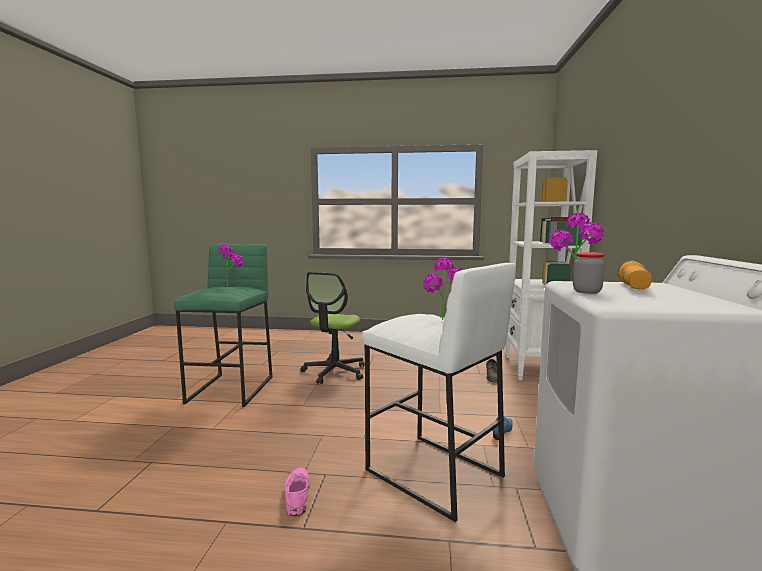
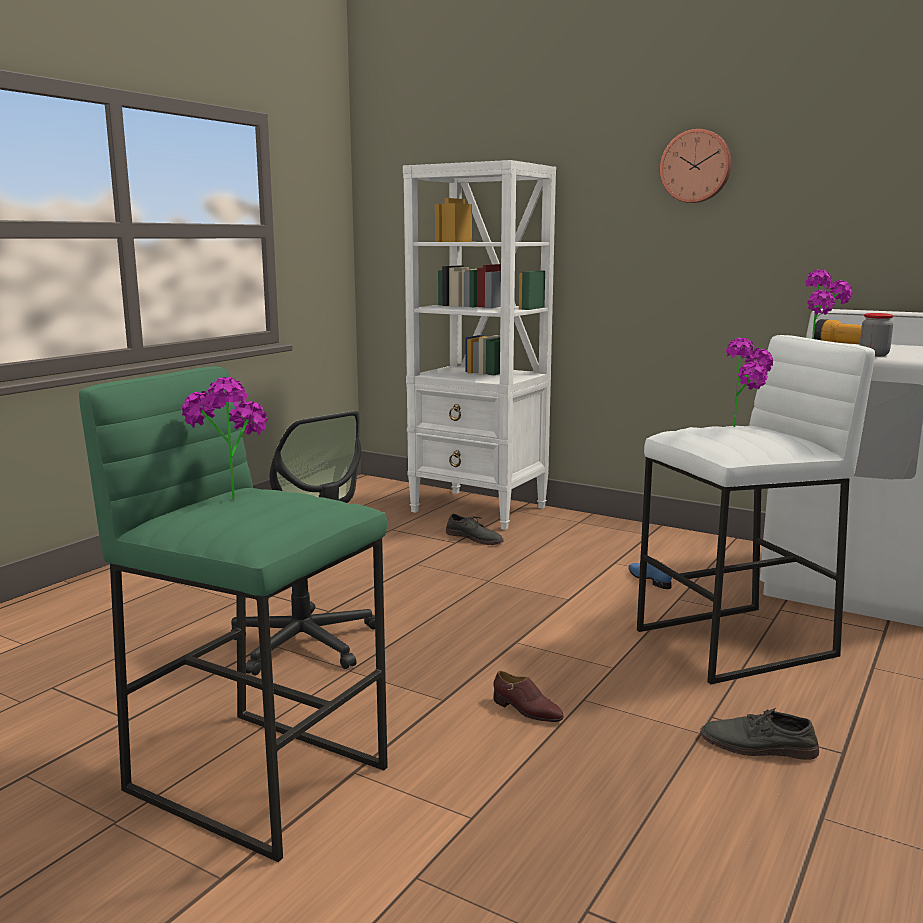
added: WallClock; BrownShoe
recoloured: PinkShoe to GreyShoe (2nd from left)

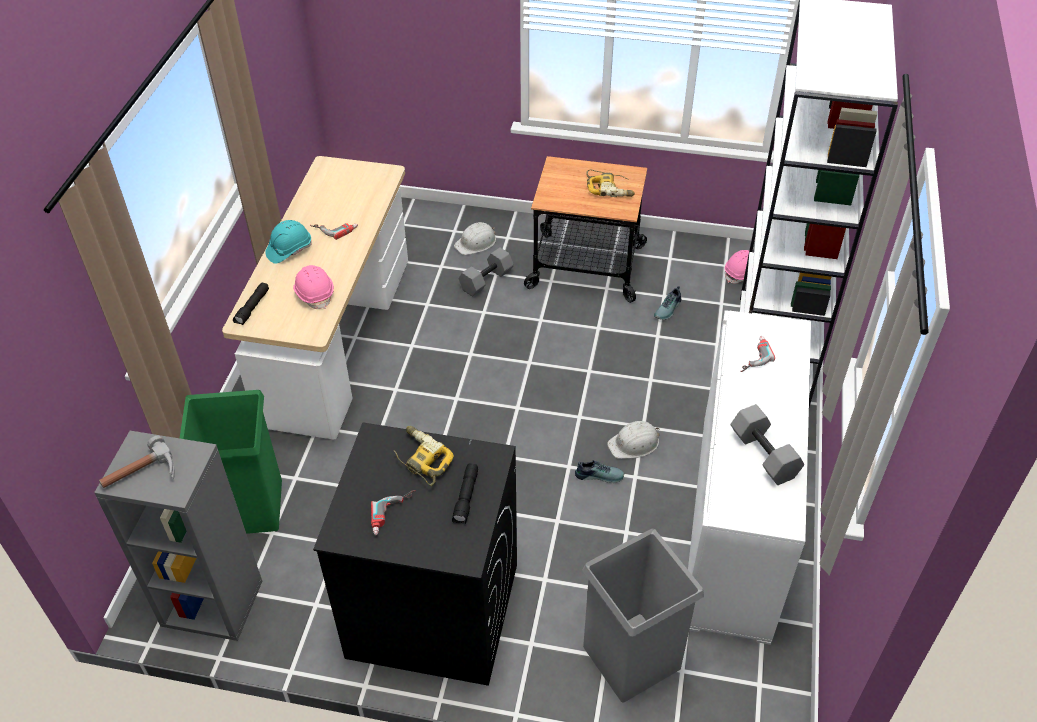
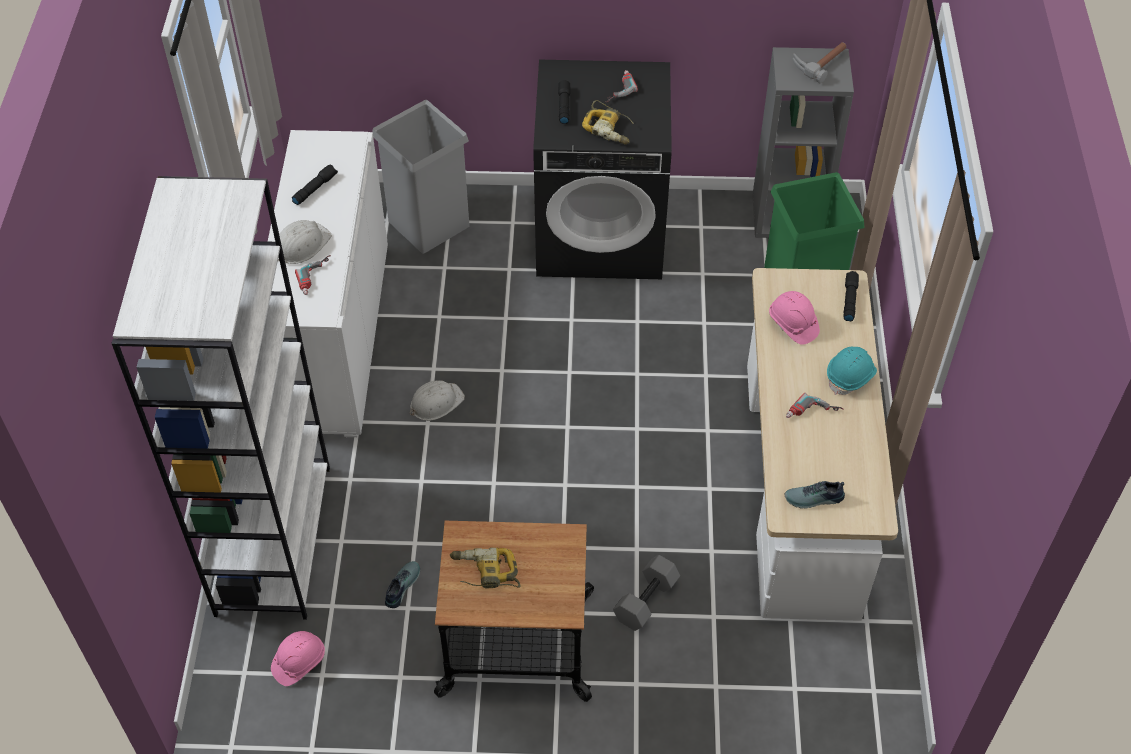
moved: WhiteHardHat (1st from left); Shoe (1st from left in the first image) to Shoe (2nd from left)
replaced: GreyDumbbell (2nd from left) to BlackFlashlight (1st from left)

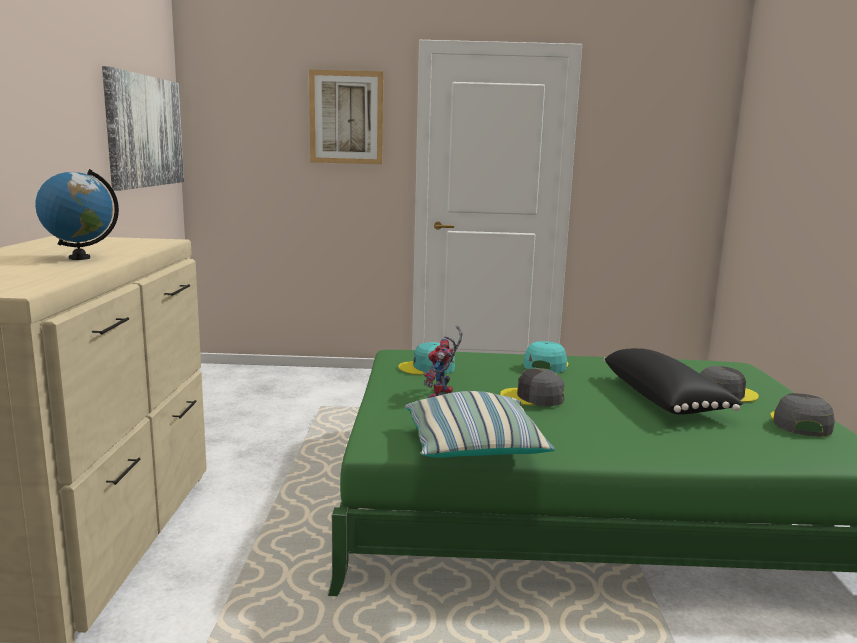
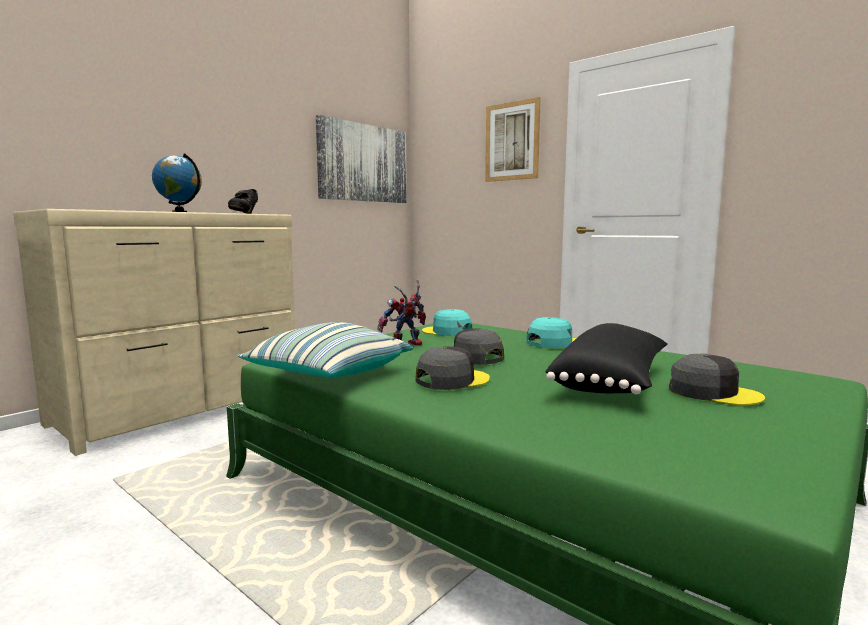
added: BlackShoe
moved: GreyCap (3rd from left in the first image) to GreyCap (1st from left)

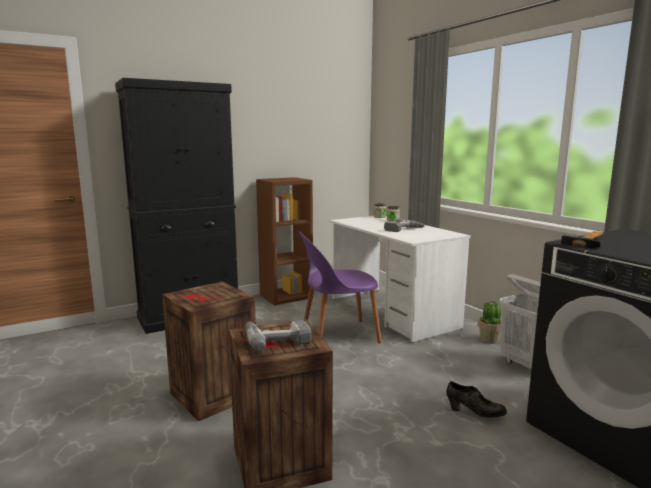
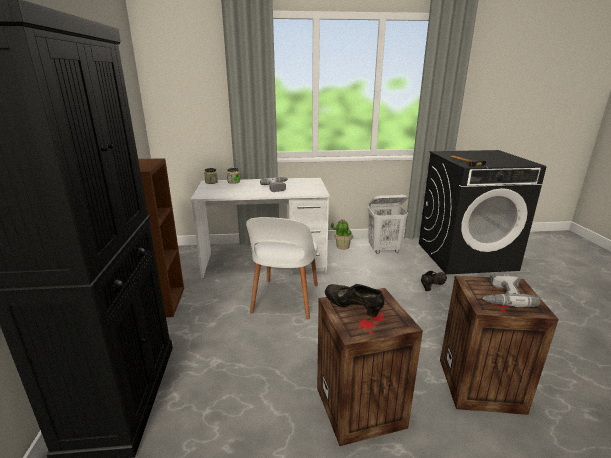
added: BlackShoe (1st from left)
recoloured: PurpleChair to WhiteChair

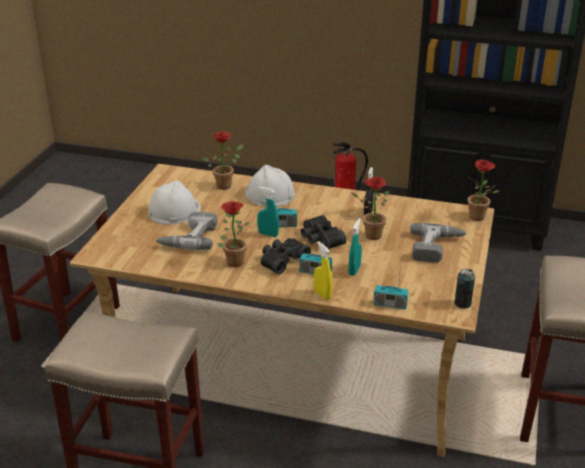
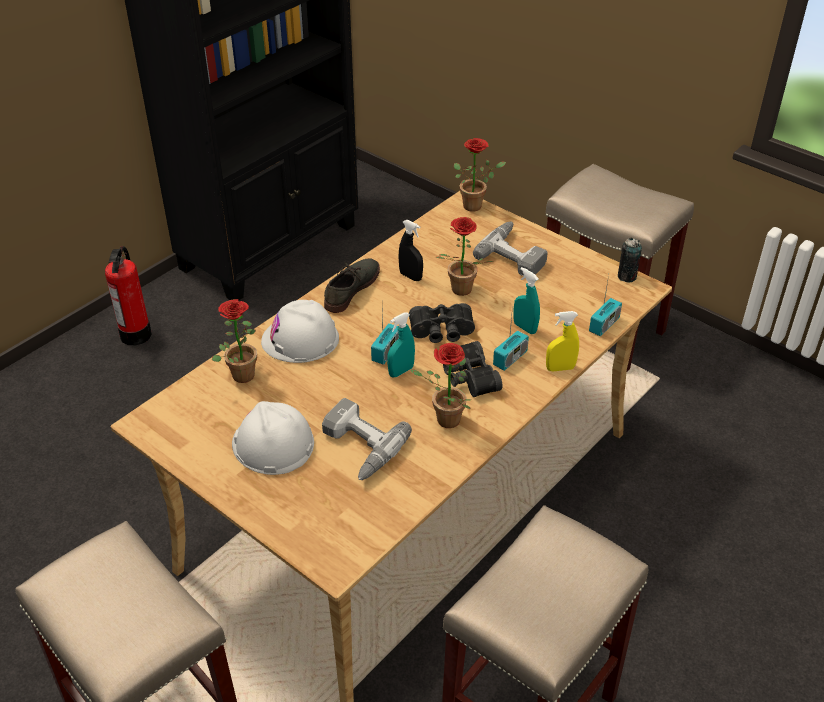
added: GreyShoe

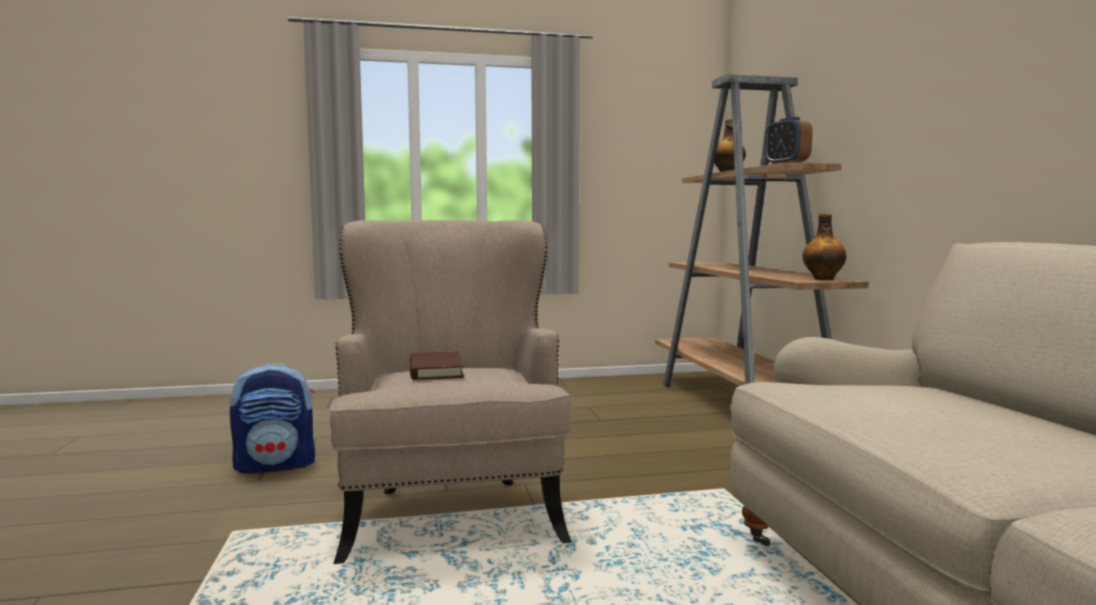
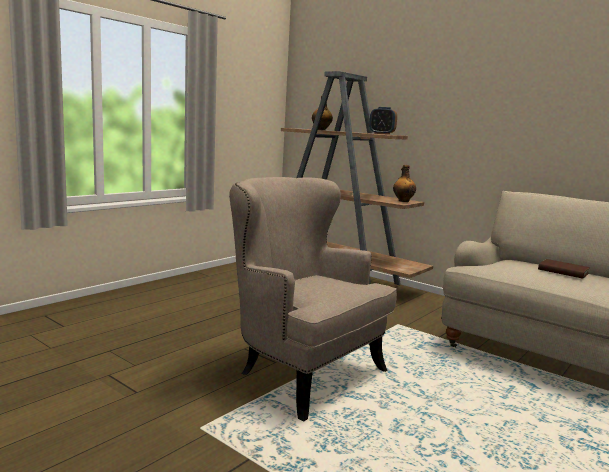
removed: Backpack
moved: BrownBook

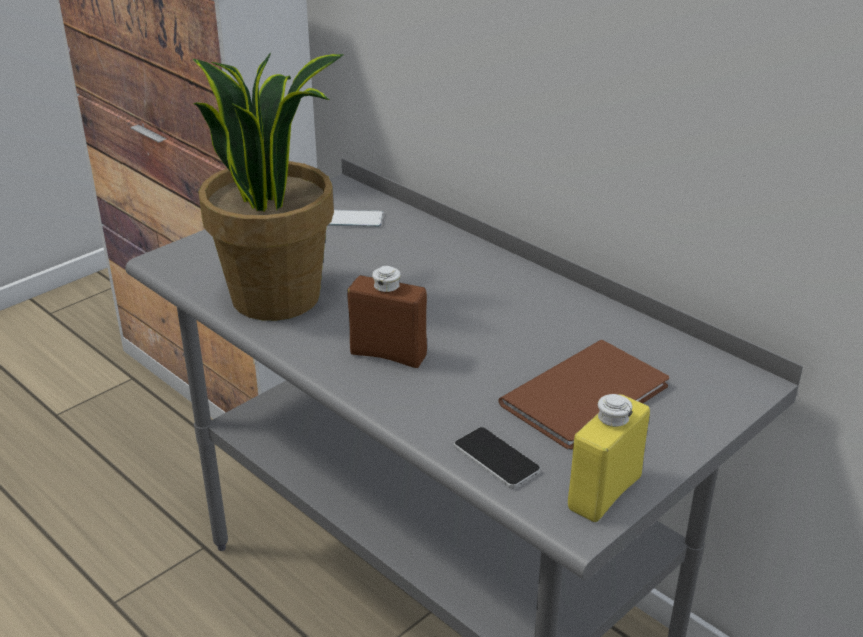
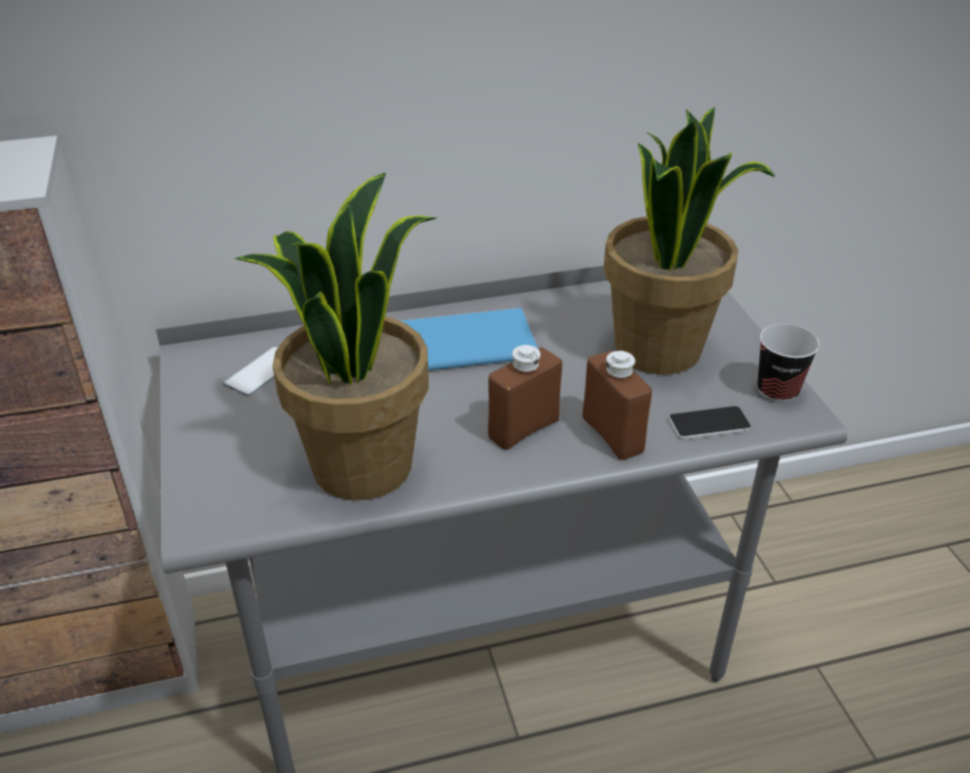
added: BlueBook; BrownBottle (2nd from left)
replaced: BrownBook to PottedPlant (2nd from left); YellowBottle to Cup

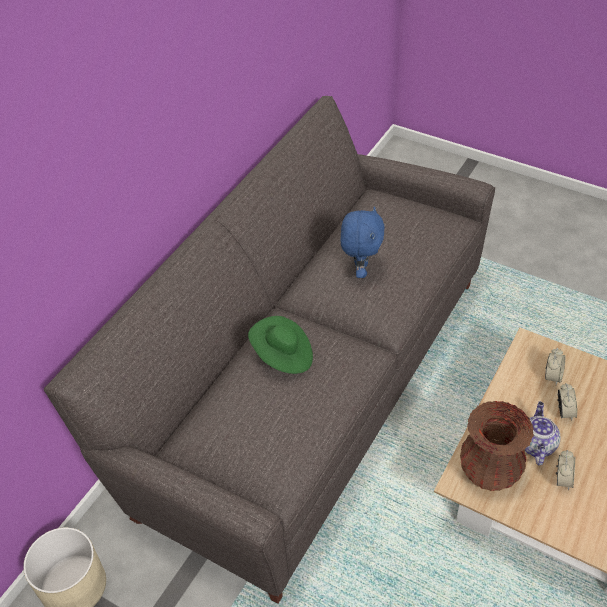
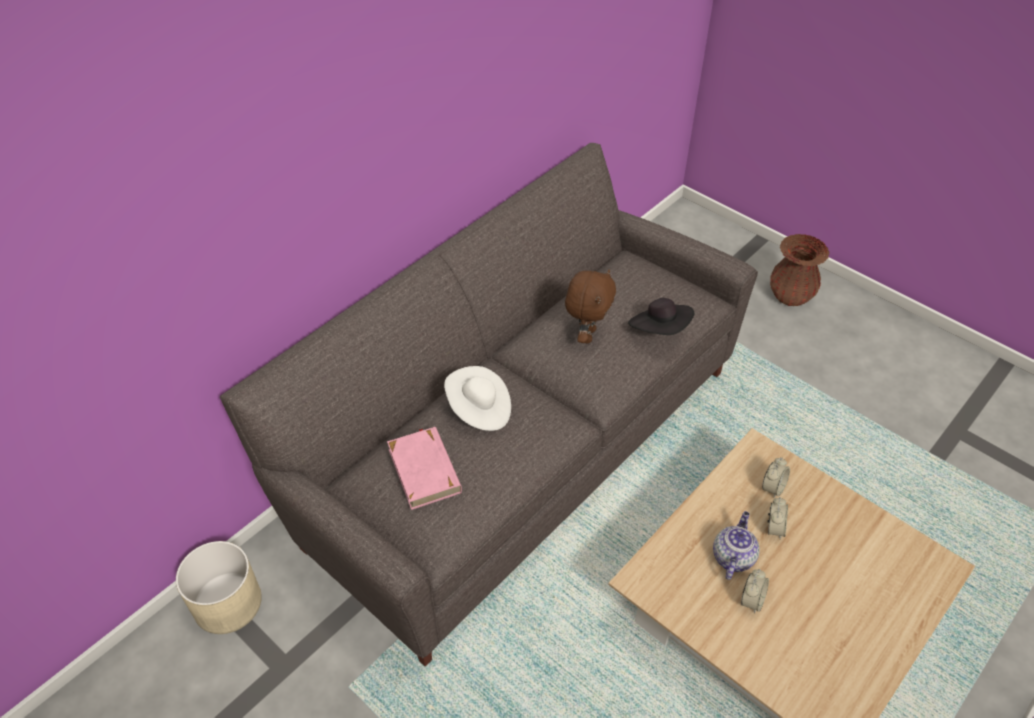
added: BlackHat; PinkBook
moved: BrownVase
recoloured: BluePlushToy to BrownPlushToy; GreenHat to WhiteHat

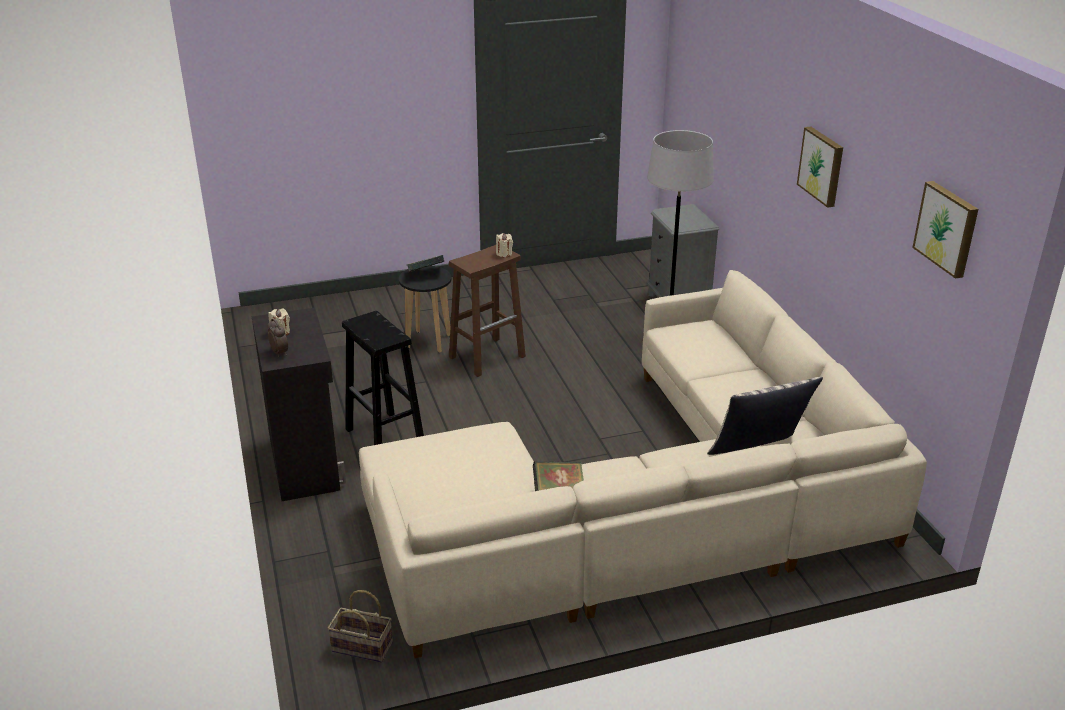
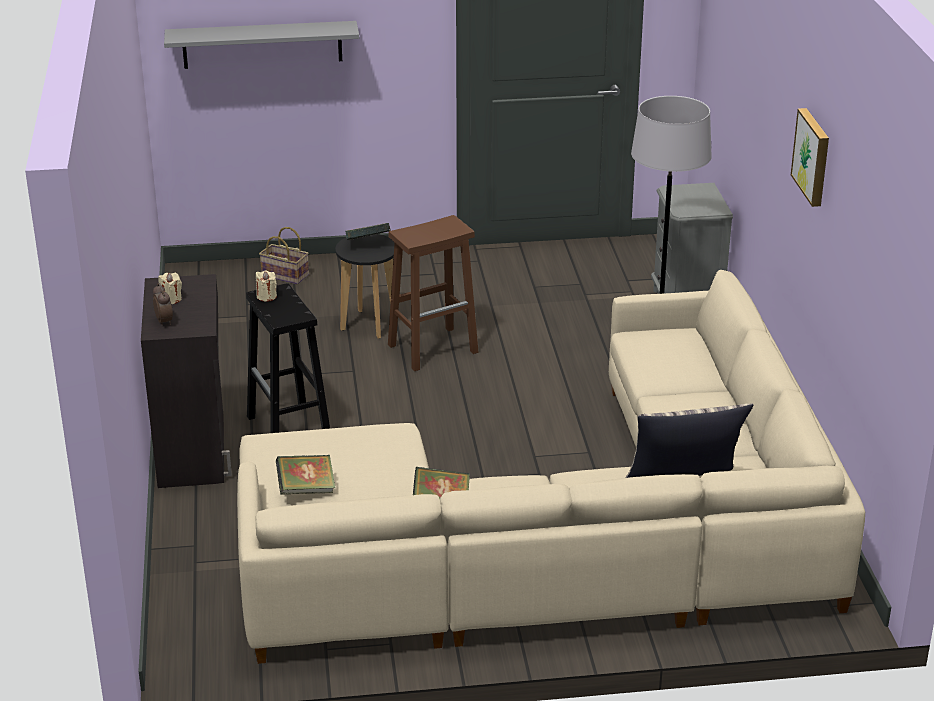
removed: Picture (2nd from left)
added: GreyShelf; Book (1st from left)
moved: BeigeCandle (2nd from left); Basket

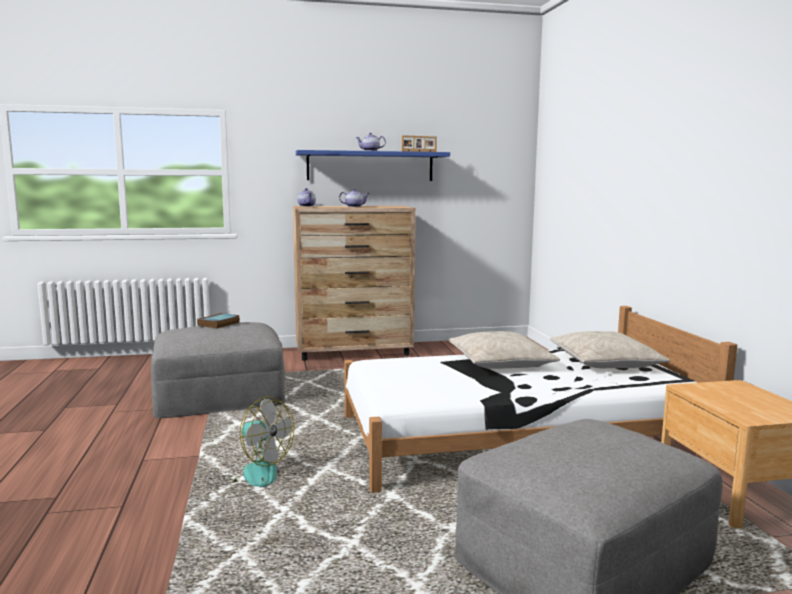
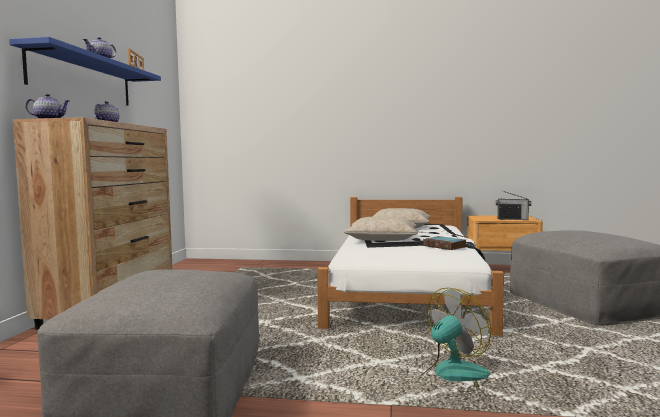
added: Radio
moved: Book

